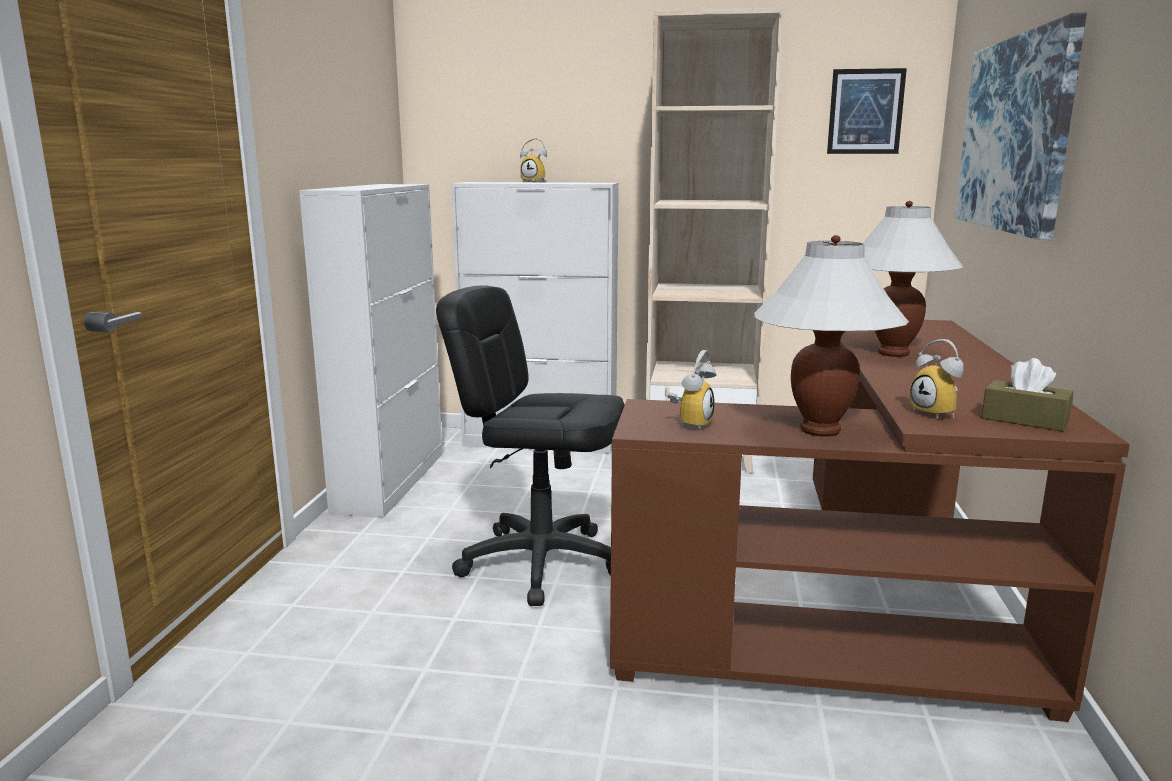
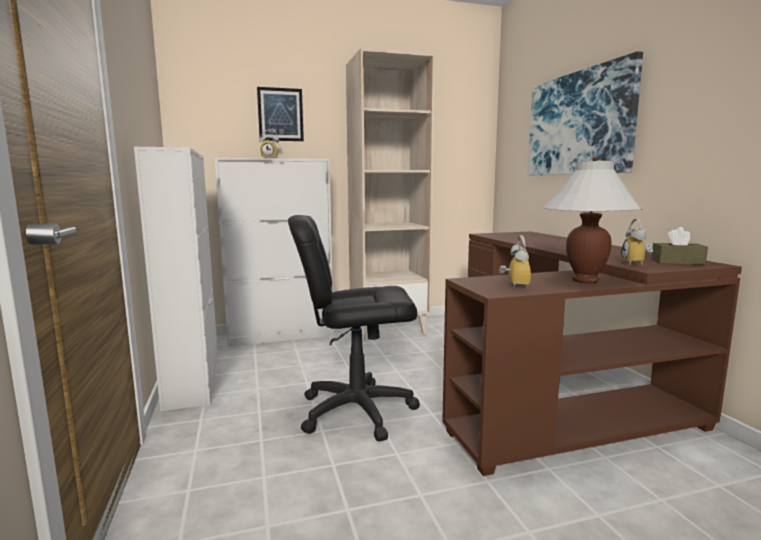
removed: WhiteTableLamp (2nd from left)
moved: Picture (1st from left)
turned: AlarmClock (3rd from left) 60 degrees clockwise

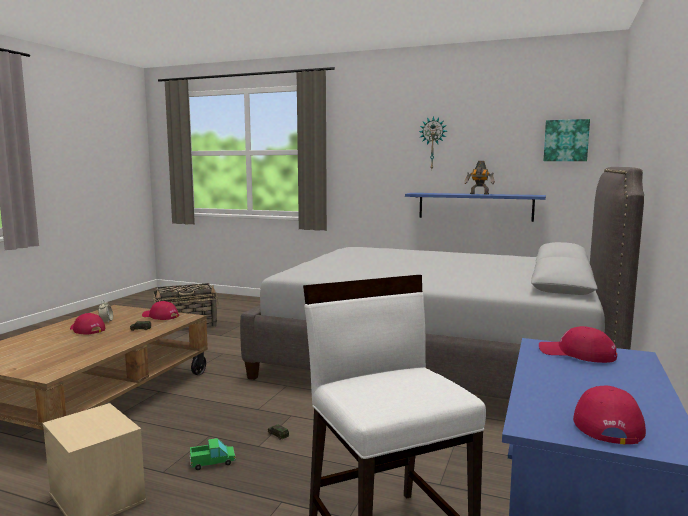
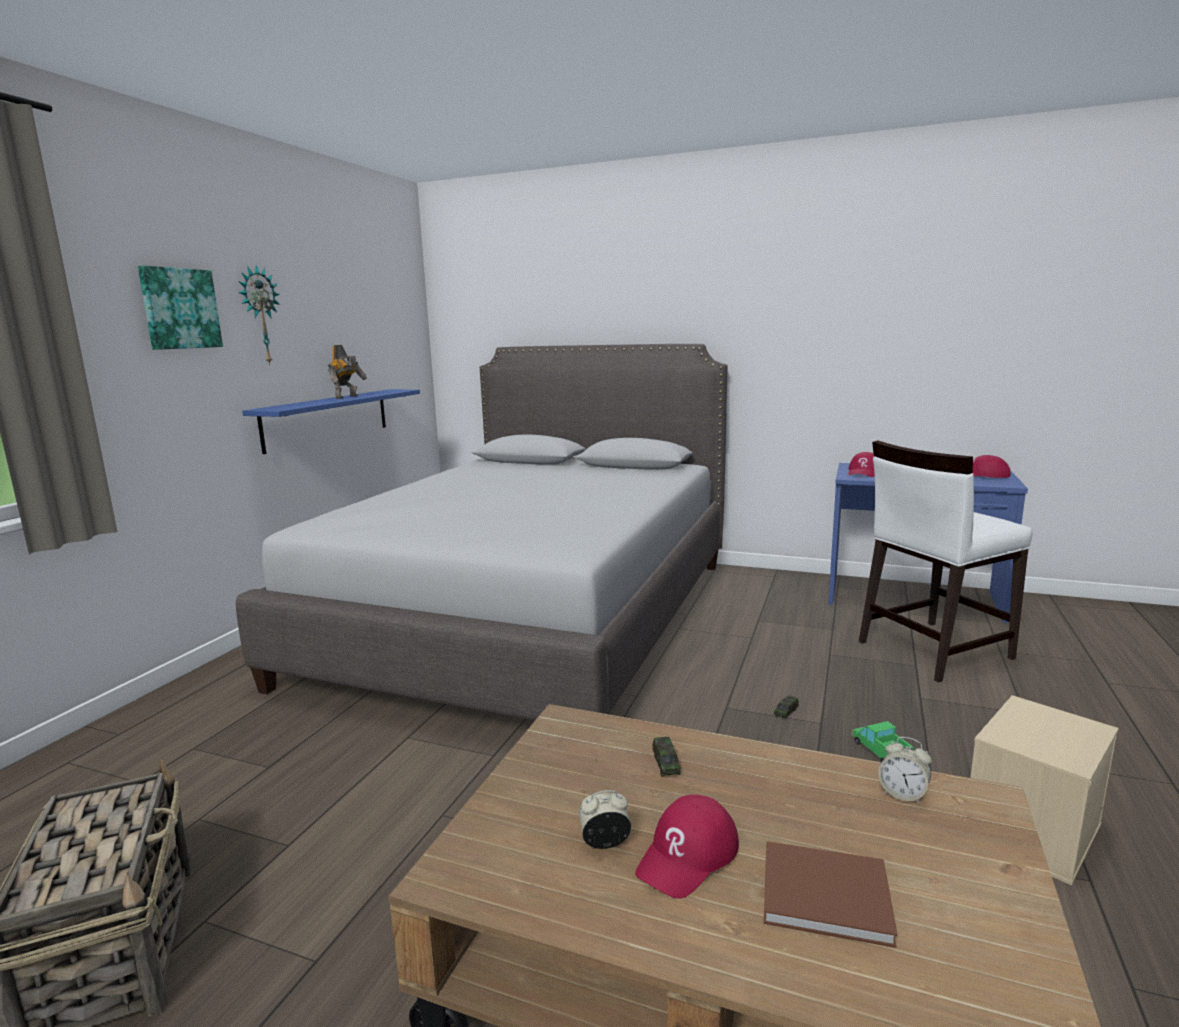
removed: RedCap (2nd from left)
added: AlarmClock (2nd from left); BrownBook
moved: Picture

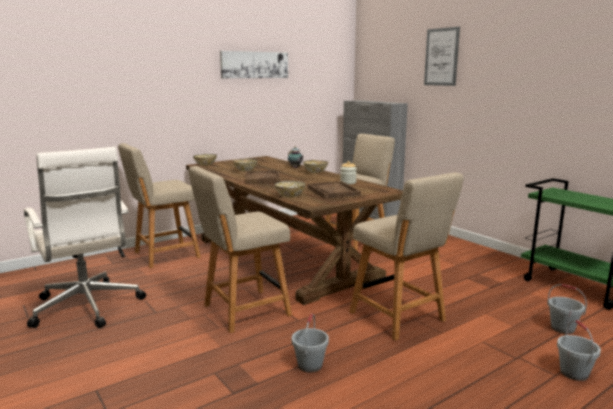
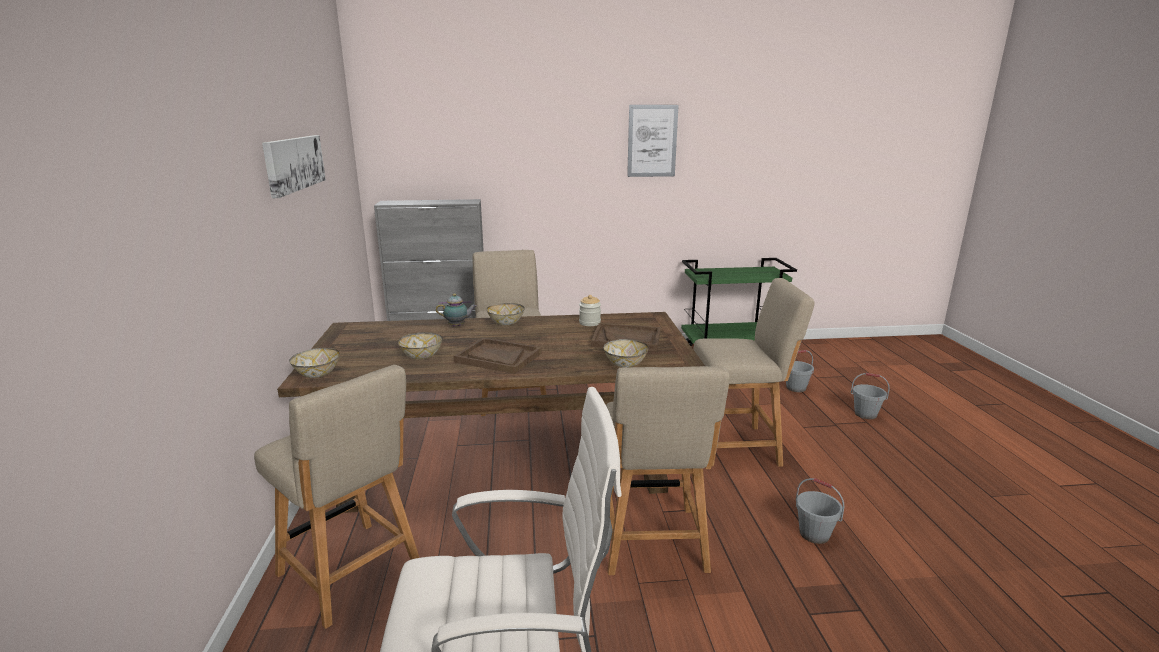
moved: Picture (2nd from left)
turned: BeigeChair (1st from left) 45 degrees counterclockwise

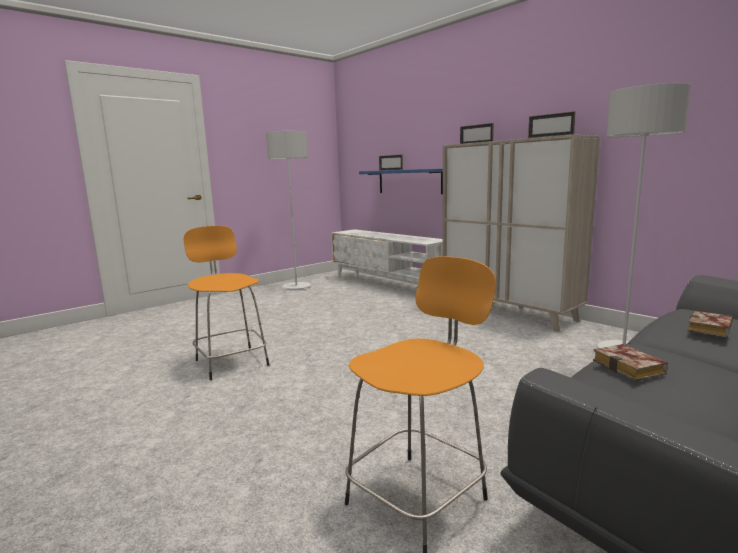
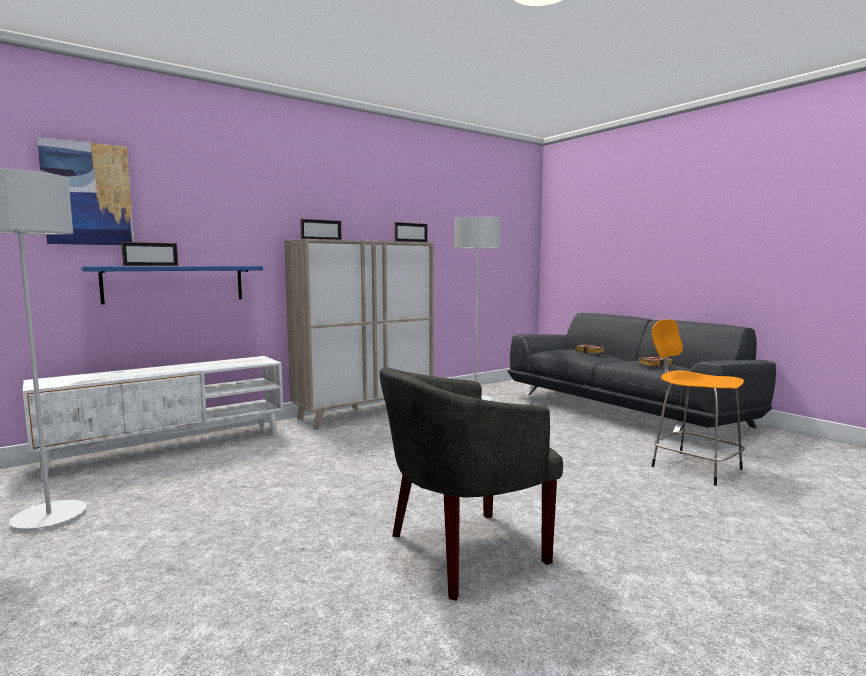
added: Picture
replaced: OrangeStool (1st from left) to GreyArmchair

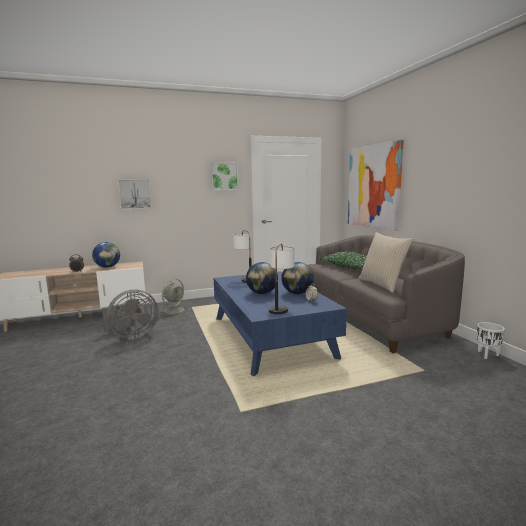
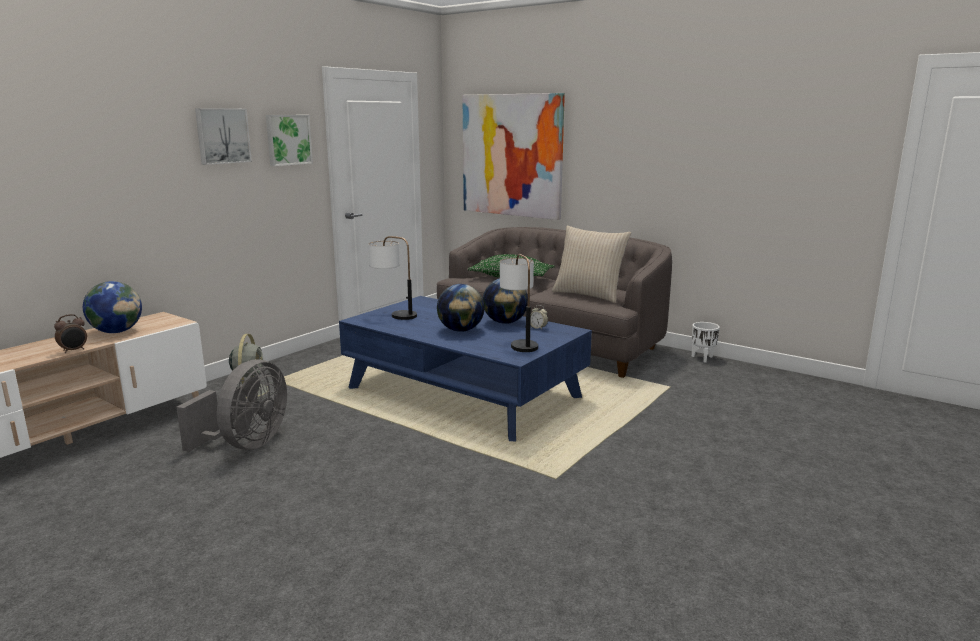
moved: Picture (1st from left)

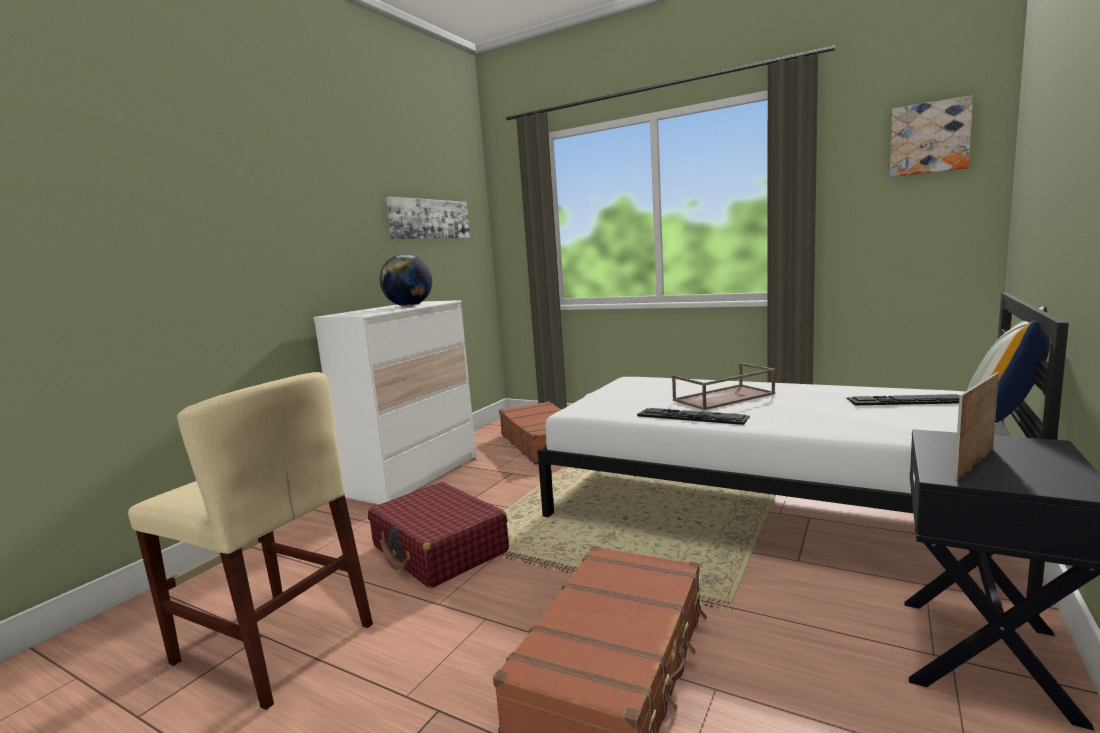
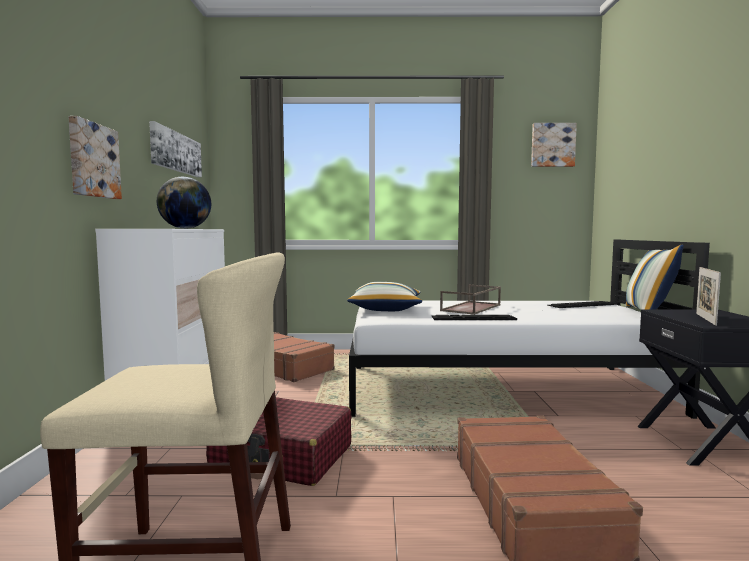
added: Picture (1st from left); Pillow (1st from left)

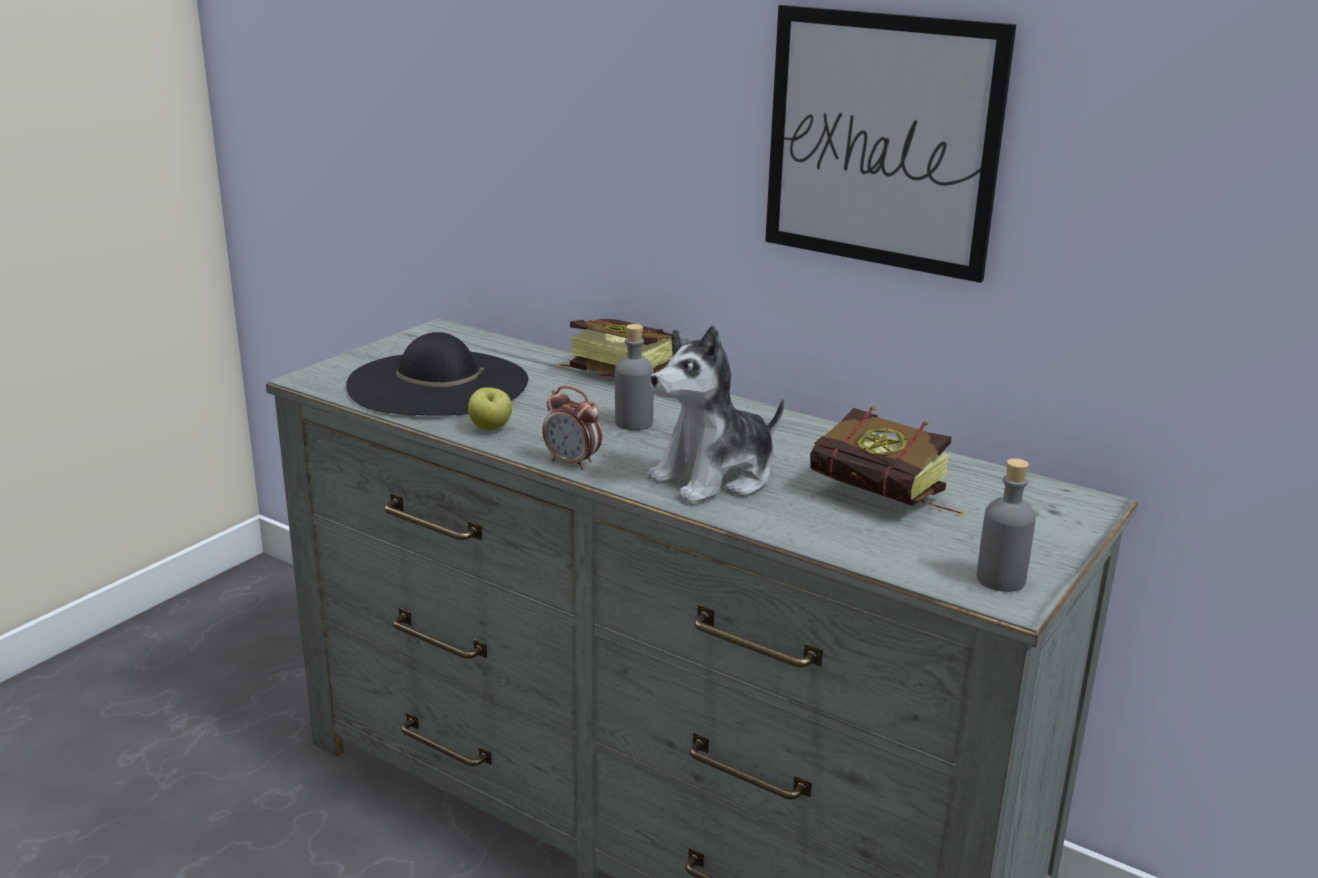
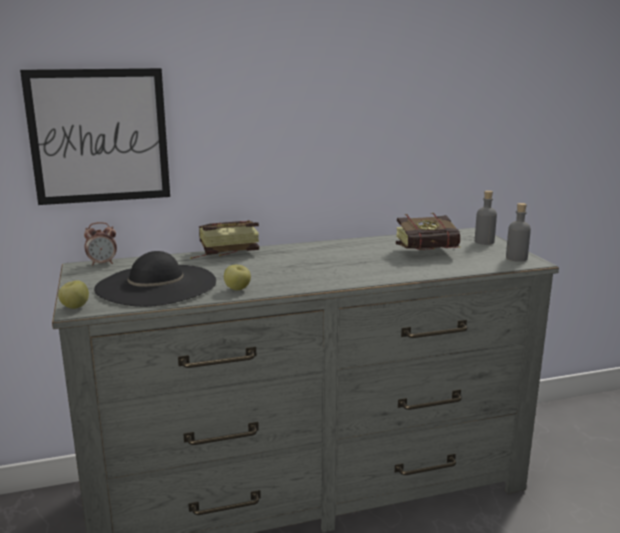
removed: PlushToy
added: Apple (1st from left)
moved: Picture; GreyBottle (1st from left); AlarmClock

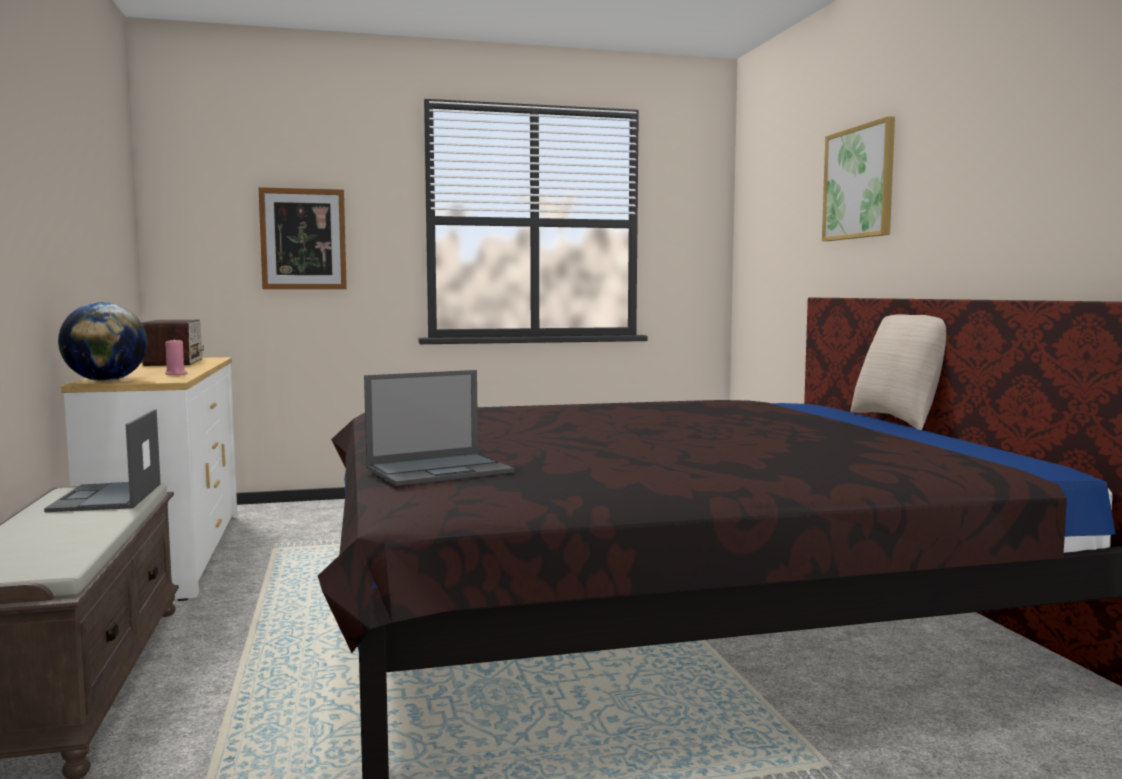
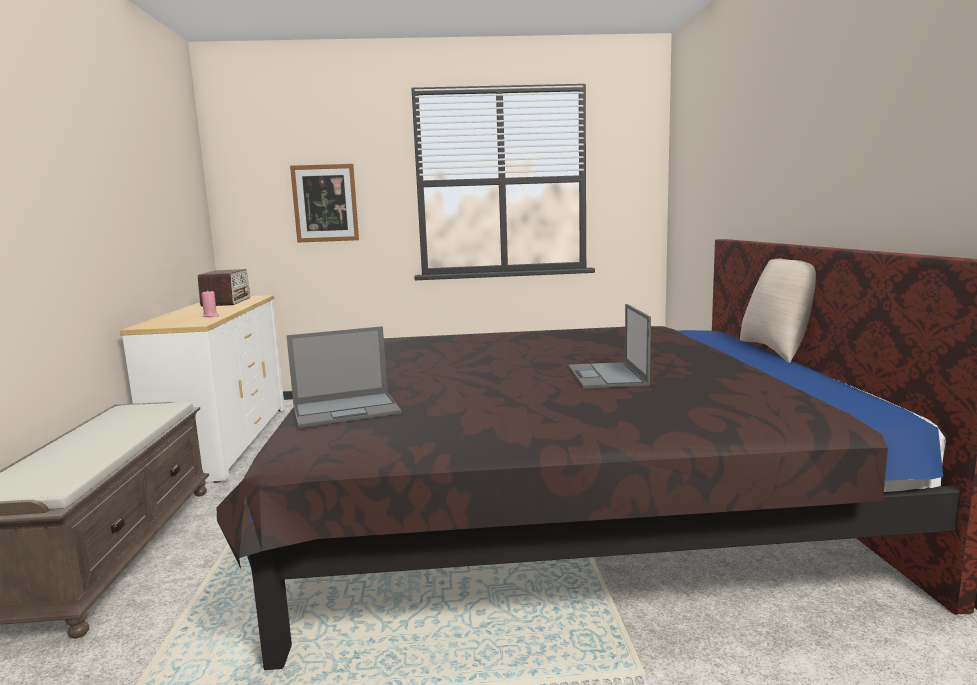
removed: Picture (2nd from left); Globe
moved: Laptop (1st from left in the first image) to Laptop (2nd from left)

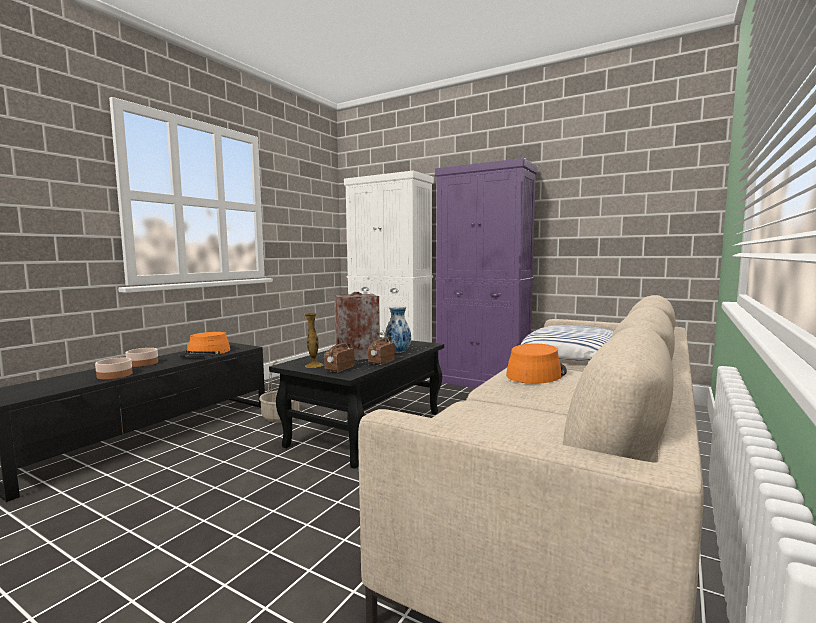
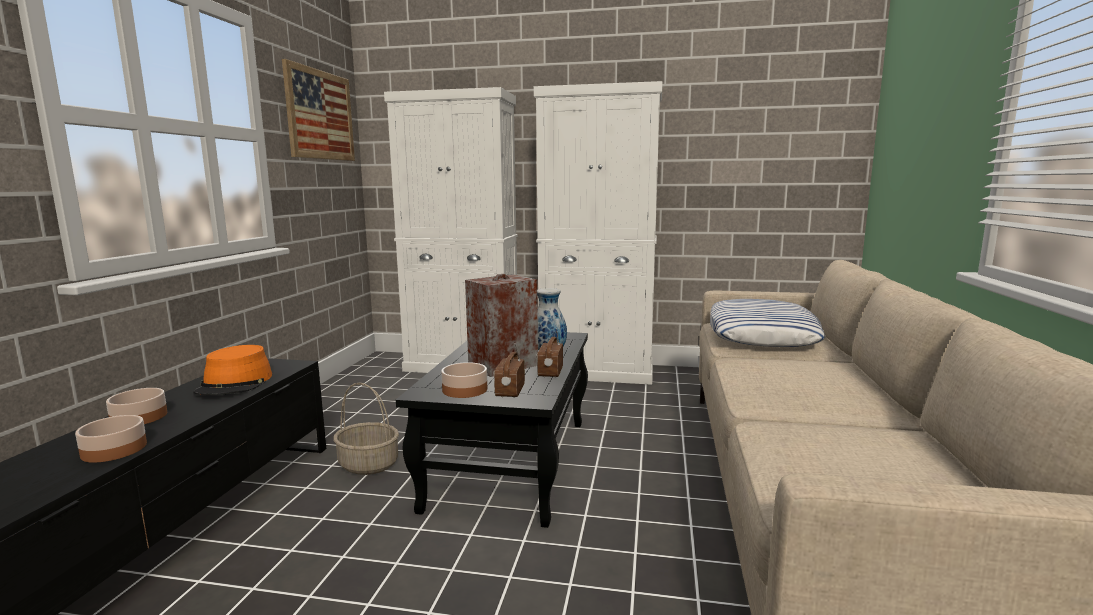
removed: OrangeHat (2nd from left)
added: Picture
replaced: Vase (1st from left) to Bowl (3rd from left)
recoloured: PurpleCabinet to WhiteCabinet (2nd from left)

